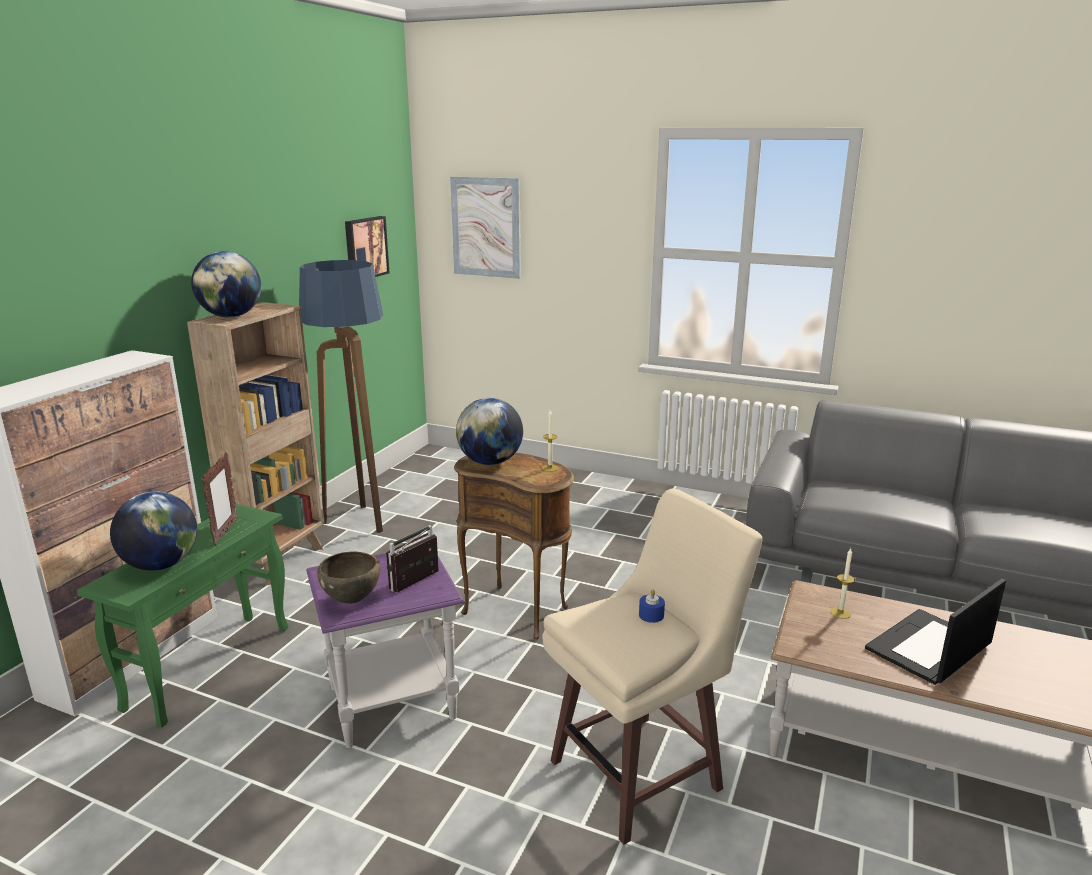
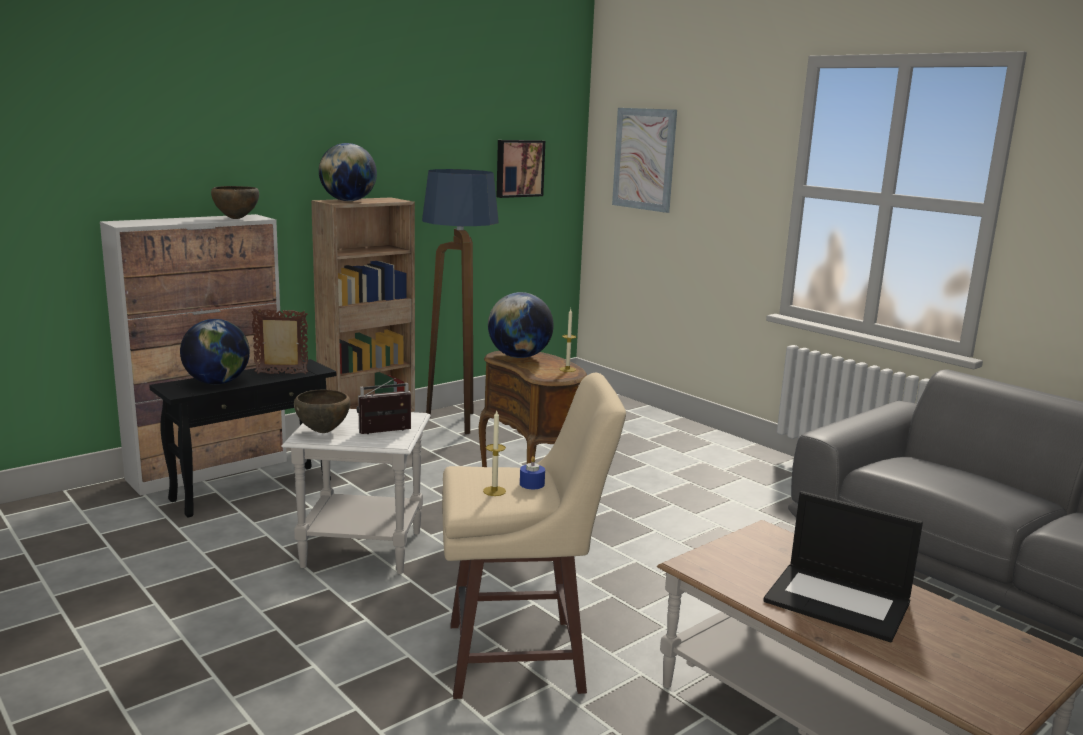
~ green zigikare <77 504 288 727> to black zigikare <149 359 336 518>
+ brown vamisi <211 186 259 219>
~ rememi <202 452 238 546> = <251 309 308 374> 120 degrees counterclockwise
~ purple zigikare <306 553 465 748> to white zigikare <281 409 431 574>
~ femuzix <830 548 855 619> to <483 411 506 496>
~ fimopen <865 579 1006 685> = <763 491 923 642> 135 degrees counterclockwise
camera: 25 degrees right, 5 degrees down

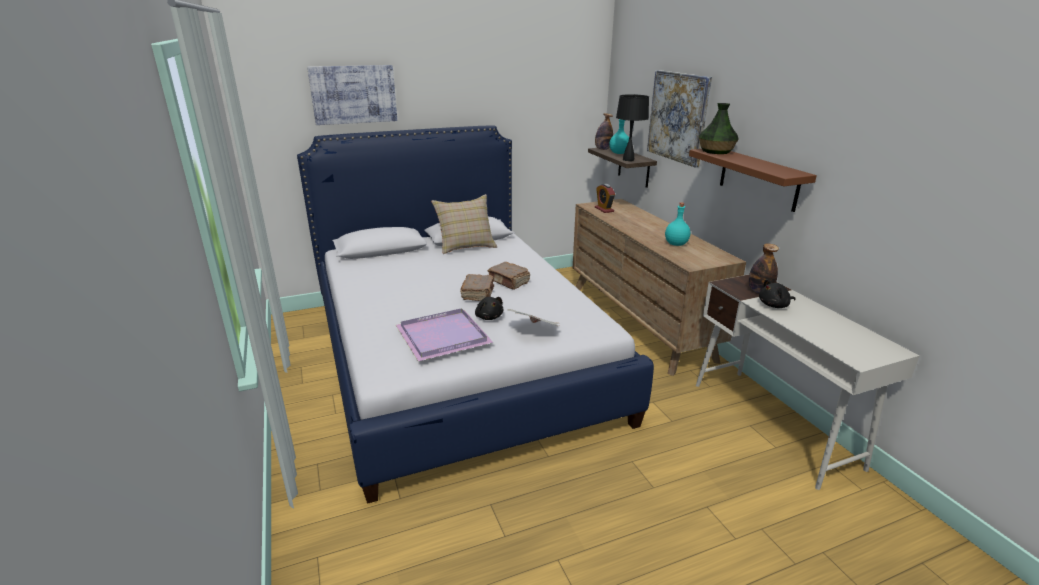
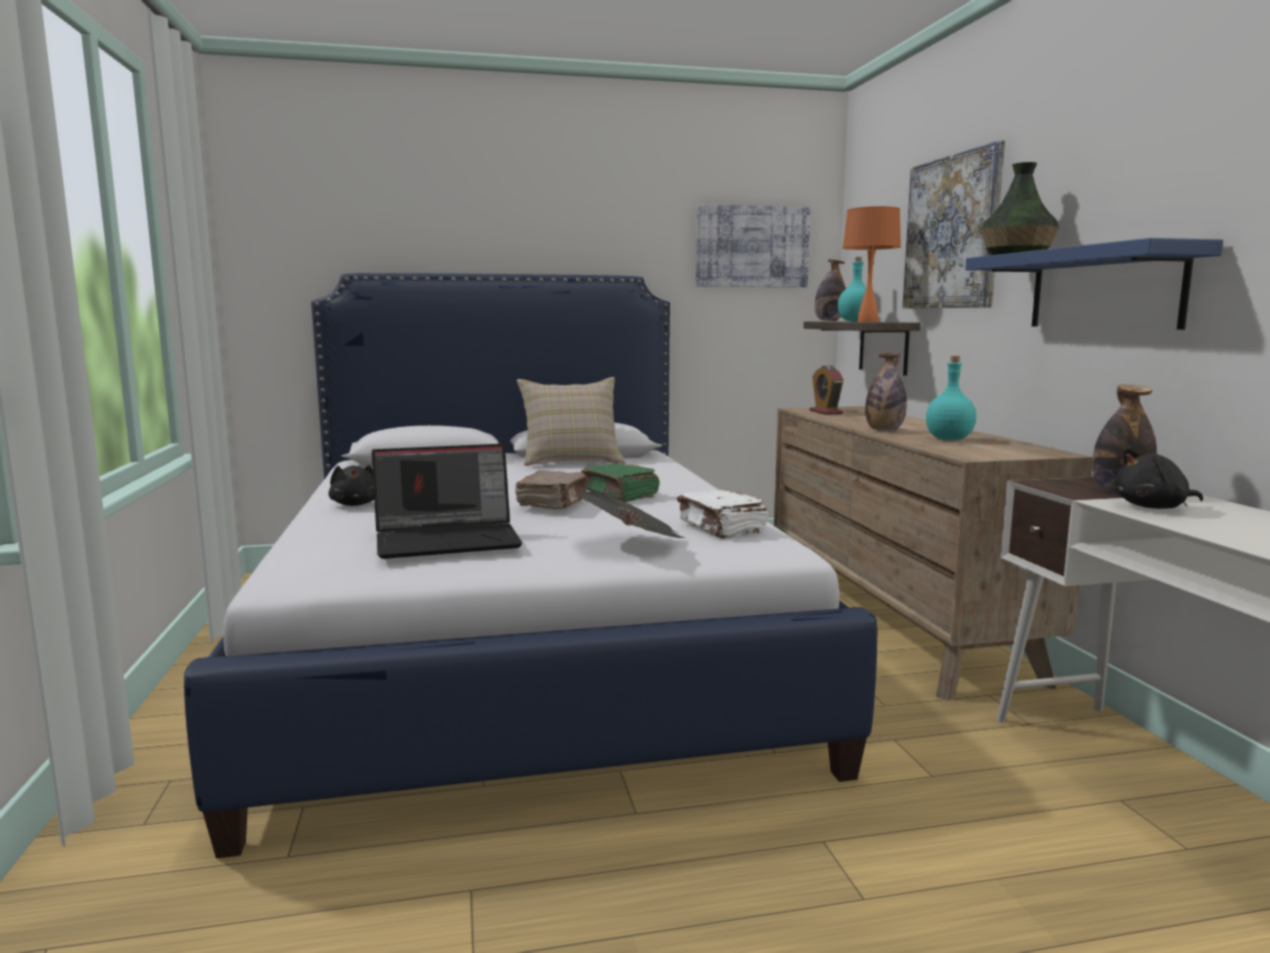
~ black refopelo <475 297 504 320> to <329 465 374 506>
~ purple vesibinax <396 308 493 361> to fimopen <372 444 523 559>
~ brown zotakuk <487 262 530 290> to green zotakuk <581 463 660 502>
+ white zotakuk <677 489 768 539>
~ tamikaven <307 65 397 125> to <696 204 811 287>
~ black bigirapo <616 94 649 161> to orange bigirapo <843 206 901 322>
+ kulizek <865 353 907 431>
~ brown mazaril <689 149 817 212> to blue mazaril <965 238 1223 330>
camera: 10 degrees right, 15 degrees down

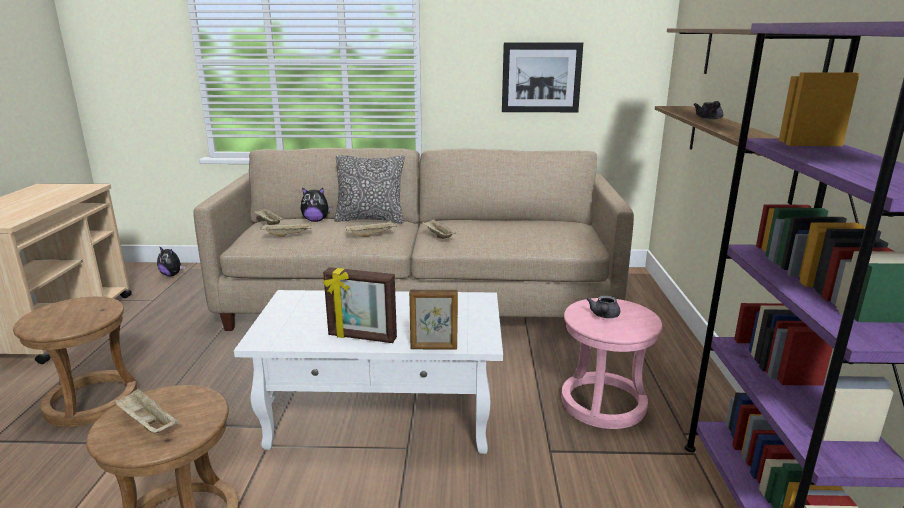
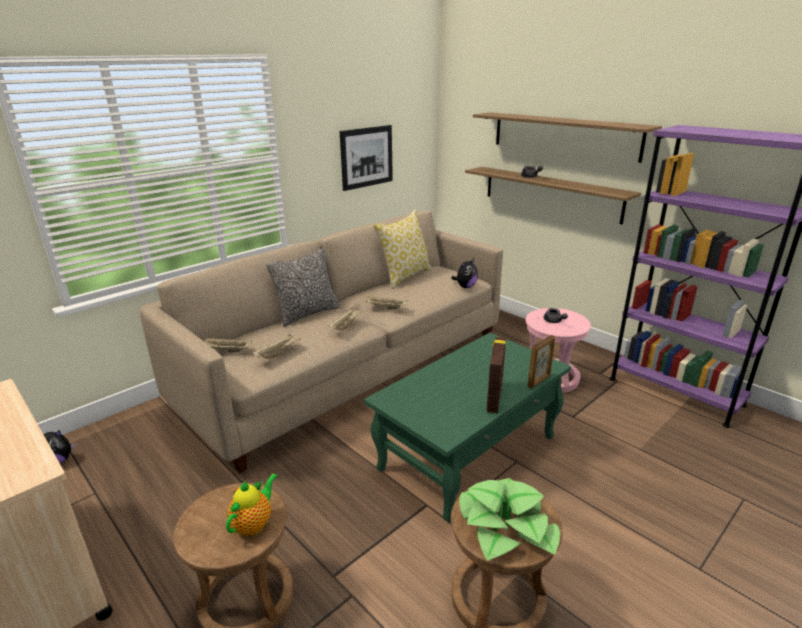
+ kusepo <226 474 278 536>
~ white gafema <234 290 503 454> to green gafema <364 333 571 522>
+ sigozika <373 209 432 289>
~ refopelo <301 188 332 222> to <451 258 478 288>
~ beige vesibinax <114 388 178 433> to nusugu <459 478 560 561>
~ rememi <323 267 397 343> = <487 337 506 413> 135 degrees clockwise
camera: 45 degrees left, 5 degrees up

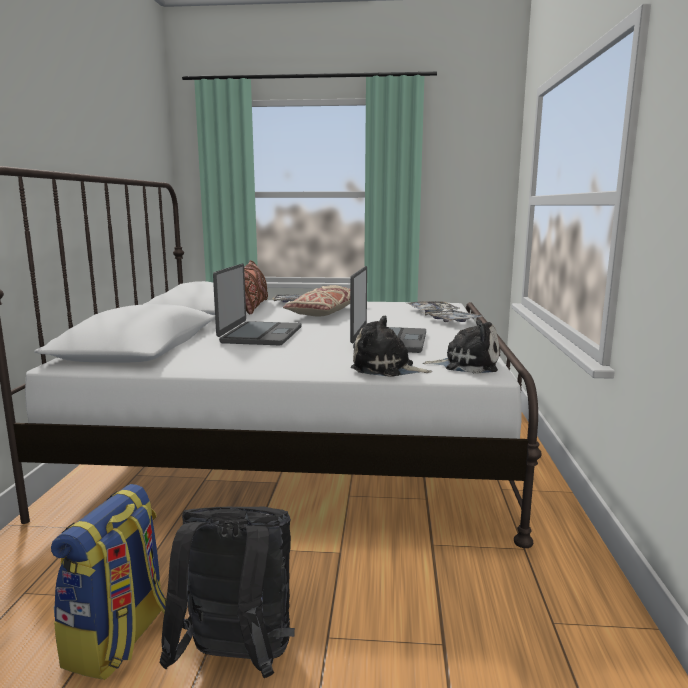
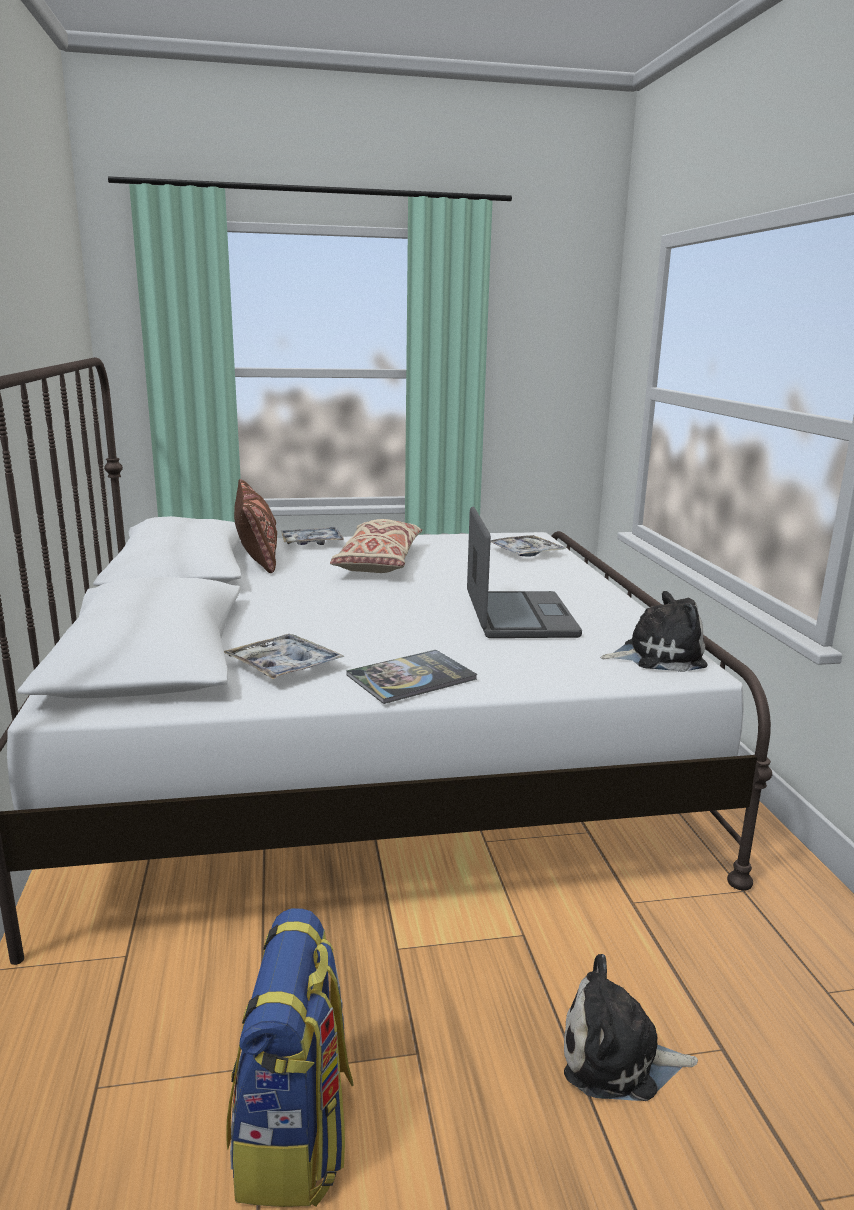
~ vesibinax <425 310 484 322> to <224 634 345 679>
+ zotakuk <346 650 477 704>
~ refopelo <351 315 432 377> to <564 954 698 1101>
- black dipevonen <160 506 295 678>
- fimopen <213 263 302 345>
camera: 15 degrees left, 5 degrees up

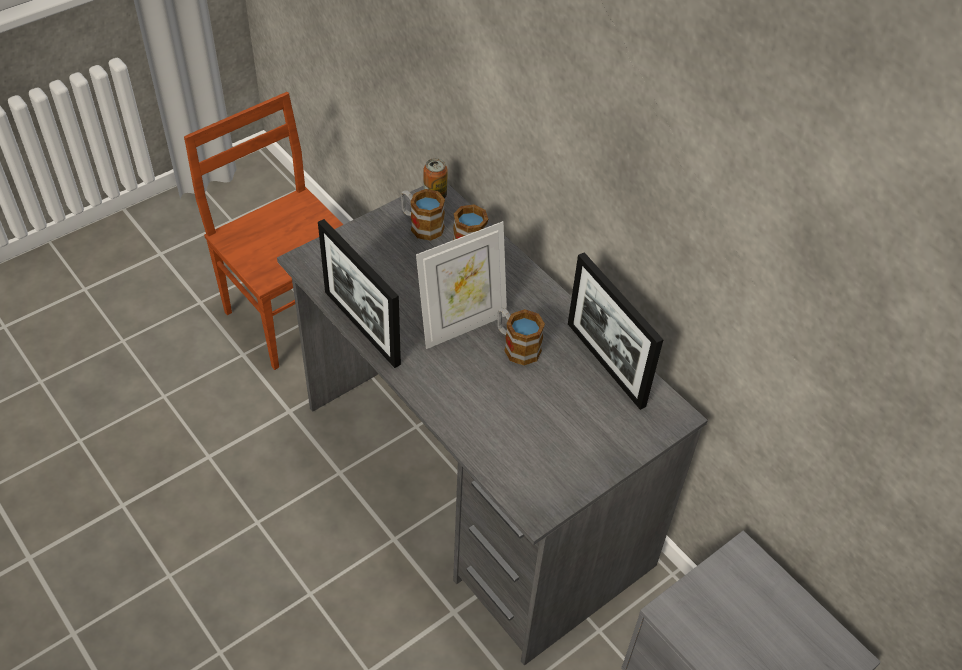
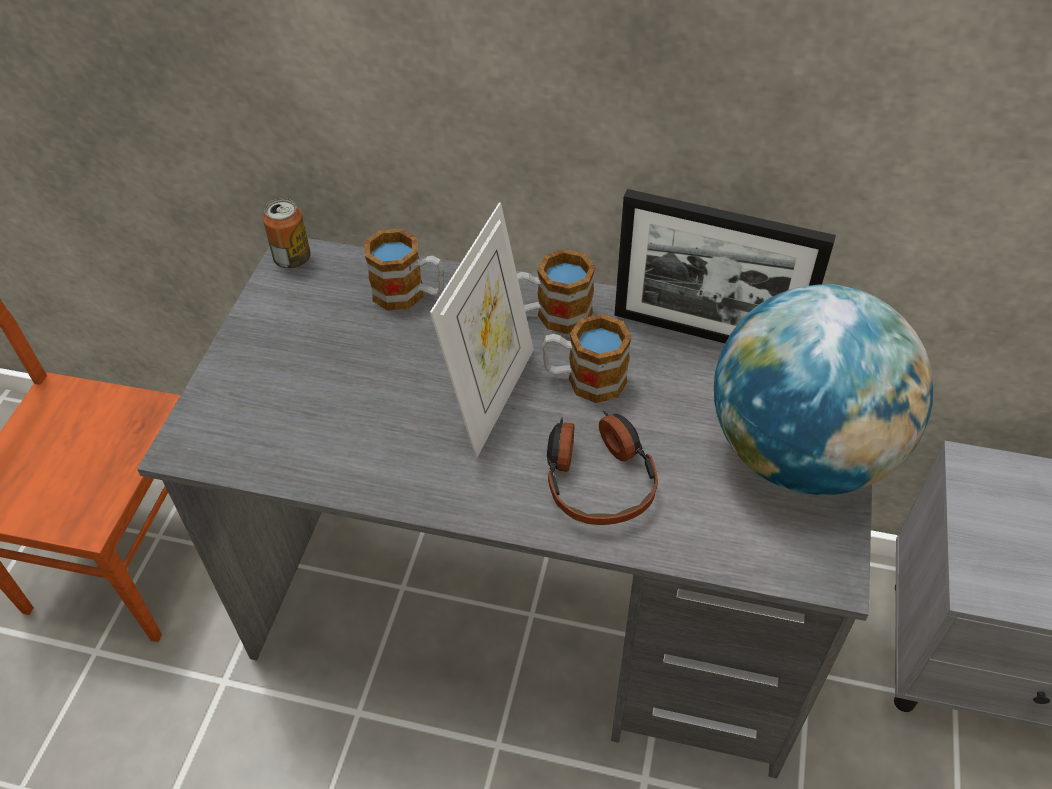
~ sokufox <401 189 445 241> to <517 249 595 334>
+ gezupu <547 410 658 525>
+ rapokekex <714 284 934 495>
- rememi <318 219 401 368>
camera: 35 degrees left, 0 degrees up

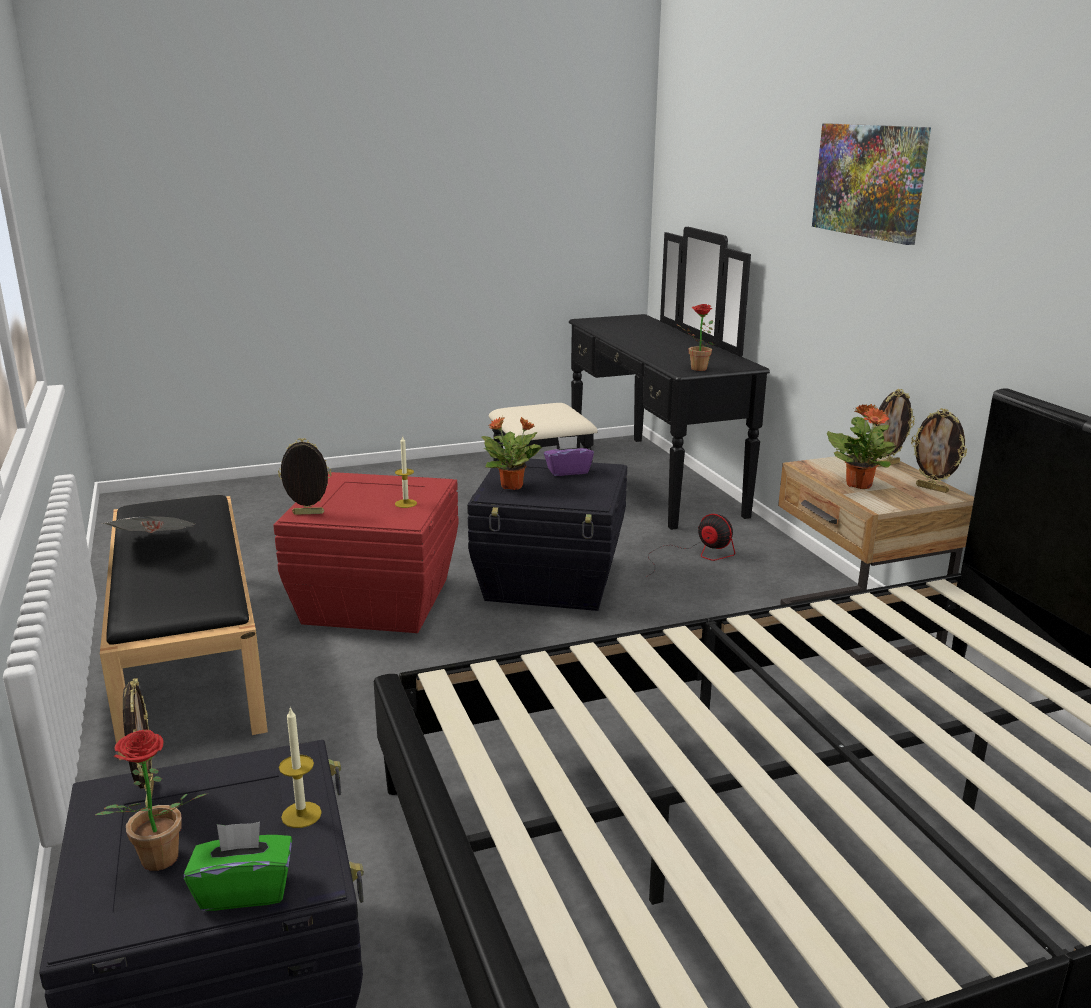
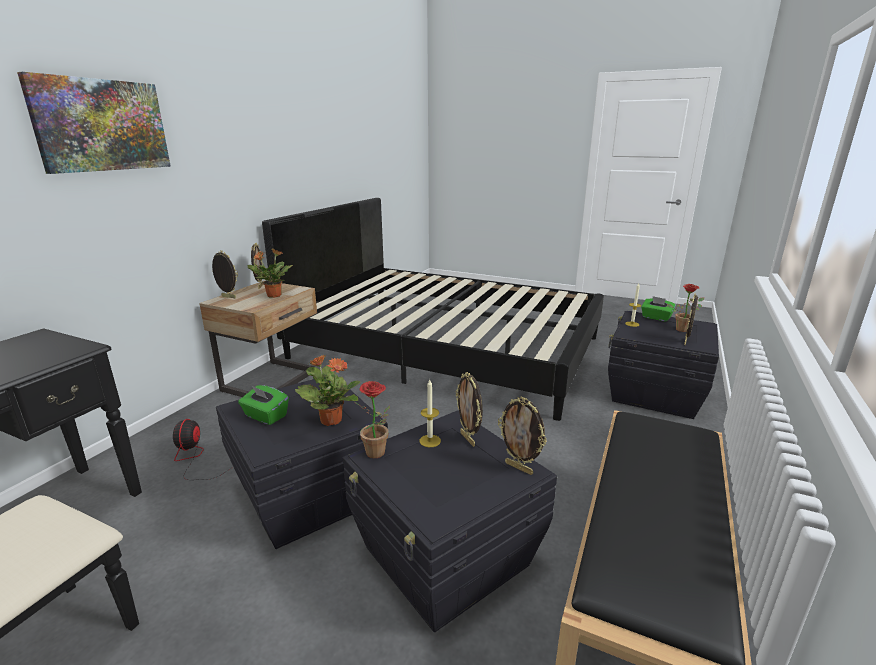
~ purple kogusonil <544 436 594 476> to green kogusonil <238 385 289 425>
~ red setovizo <273 472 459 633> to black setovizo <343 410 557 632>
~ nusugu <676 304 714 371> to <355 381 390 458>
+ rememi <456 372 483 447>
- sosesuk <101 516 196 533>
camera: 135 degrees left, 0 degrees up

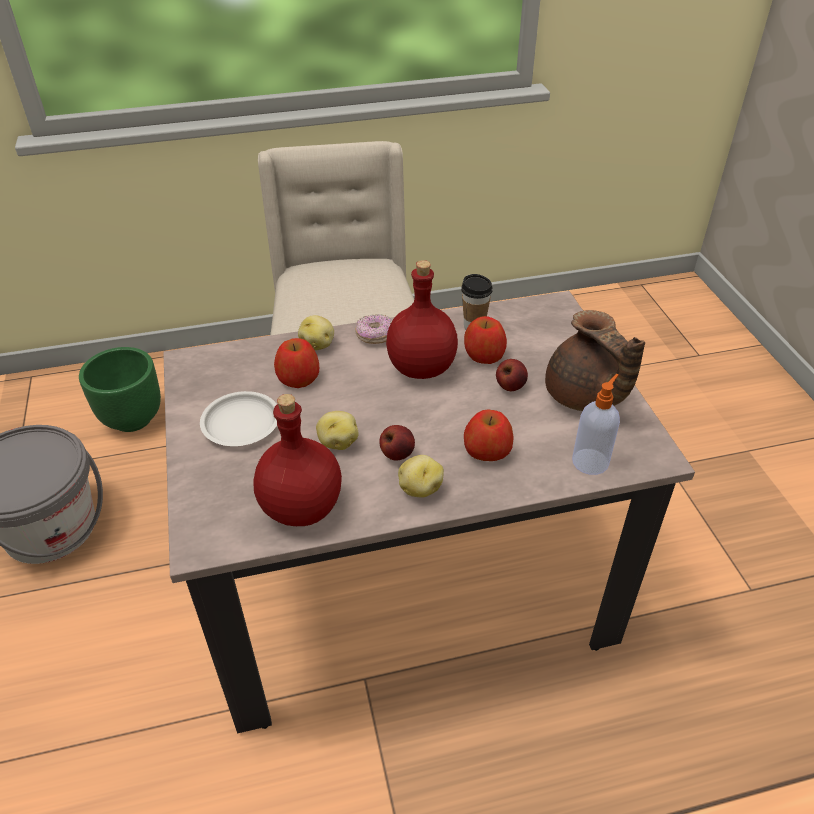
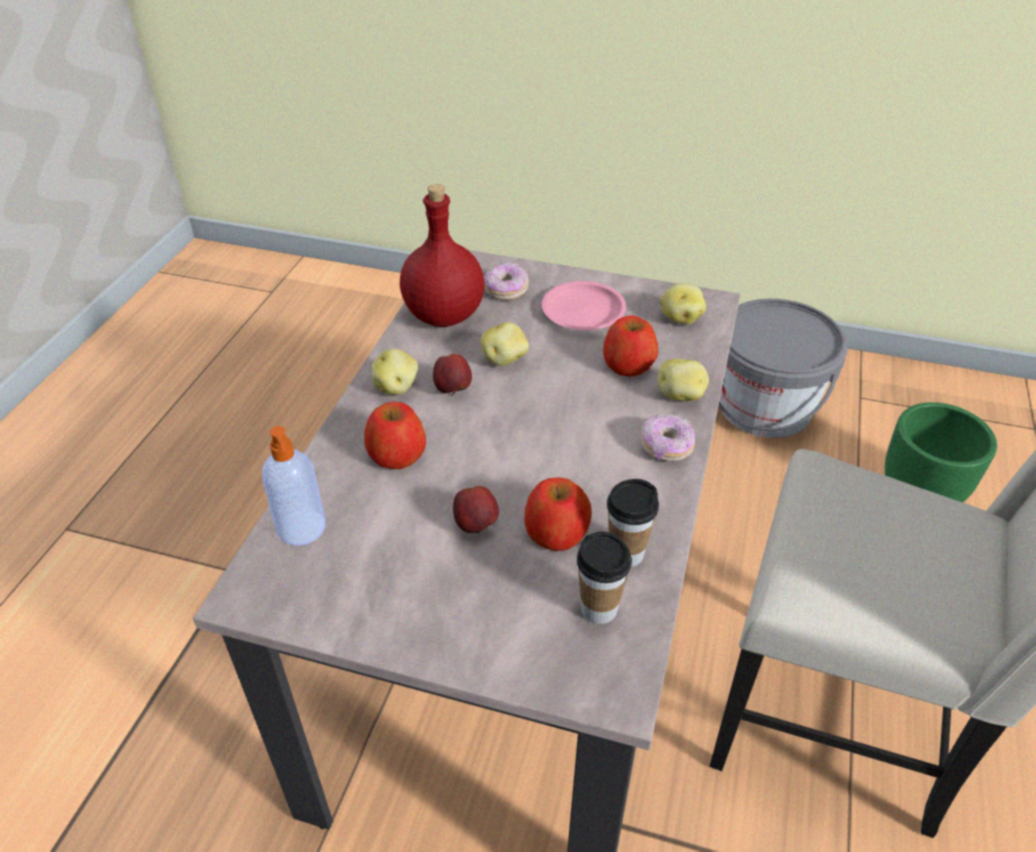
+ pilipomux <484 262 529 301>
~ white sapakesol <200 391 277 446> to pink sapakesol <542 281 626 330>
+ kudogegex <577 531 632 624>
+ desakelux <660 283 706 324>
- red kulizek <386 260 458 379>
- brown kusepo <545 310 645 411>
camera: 120 degrees right, 0 degrees up

